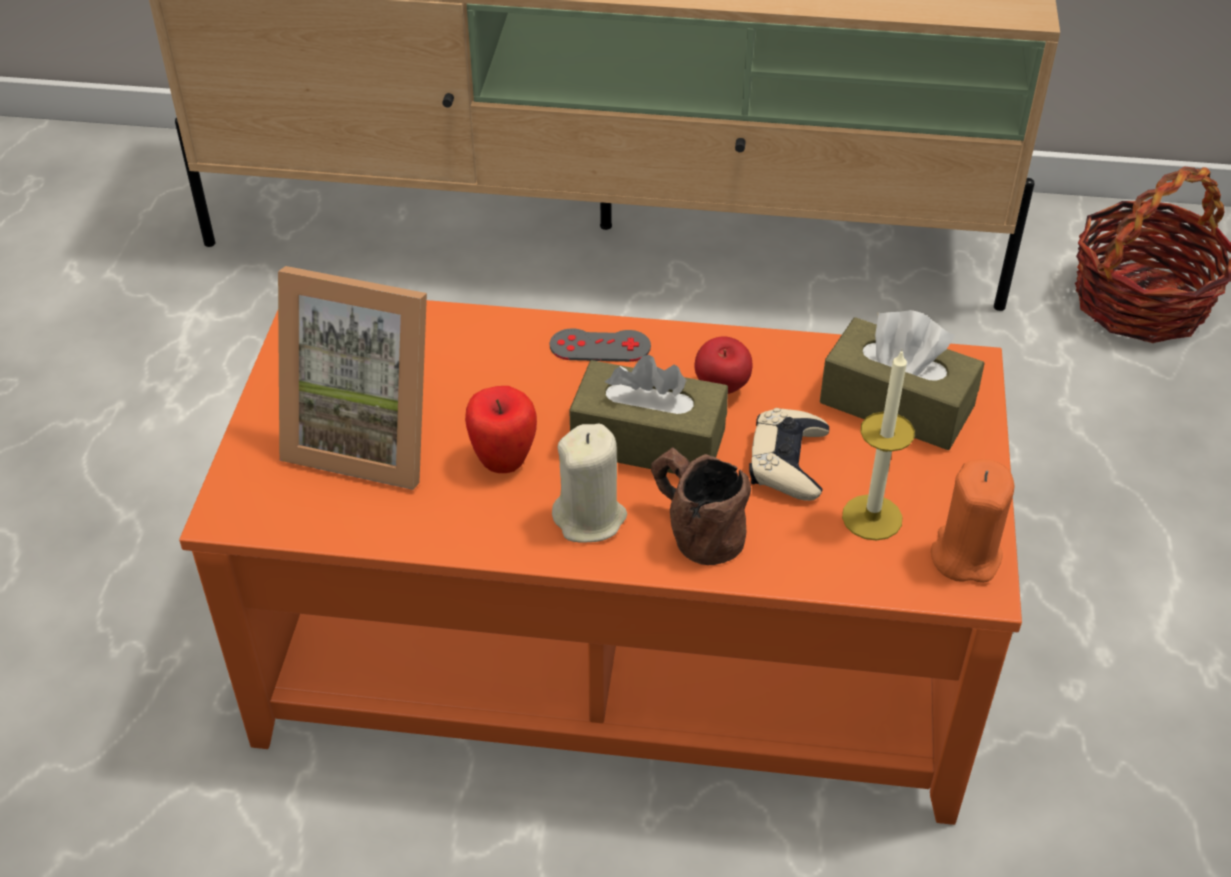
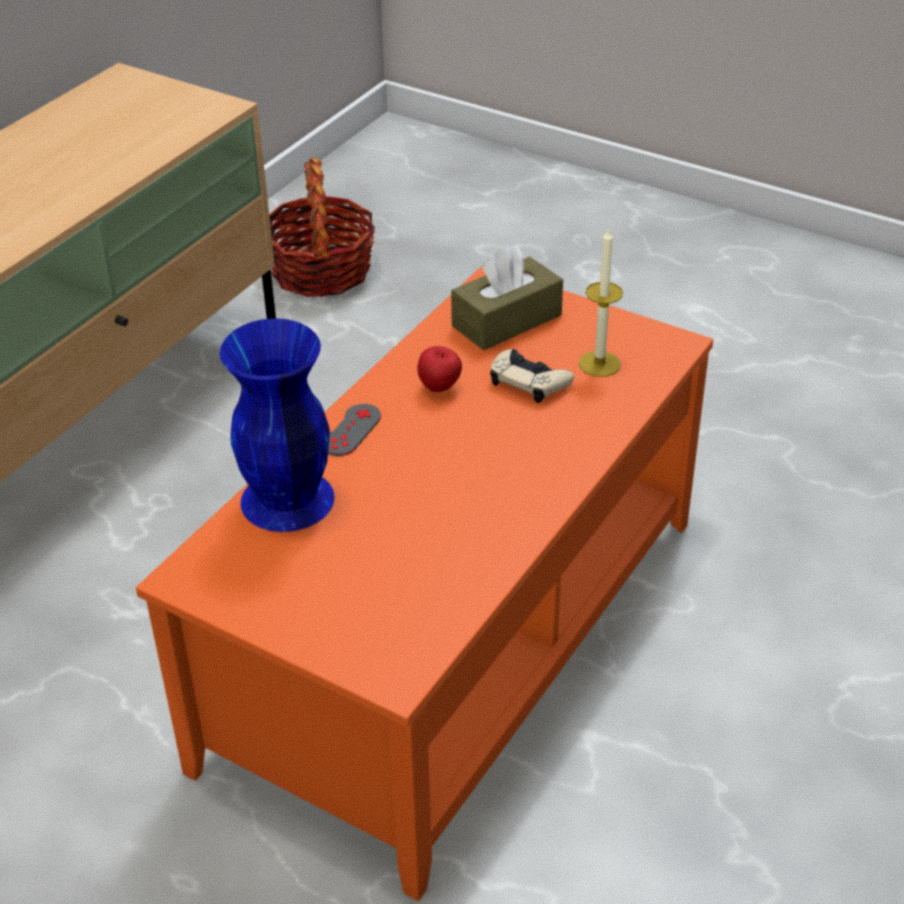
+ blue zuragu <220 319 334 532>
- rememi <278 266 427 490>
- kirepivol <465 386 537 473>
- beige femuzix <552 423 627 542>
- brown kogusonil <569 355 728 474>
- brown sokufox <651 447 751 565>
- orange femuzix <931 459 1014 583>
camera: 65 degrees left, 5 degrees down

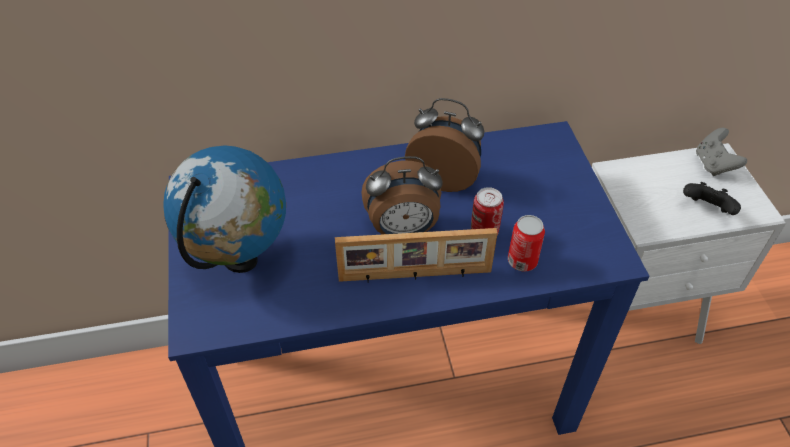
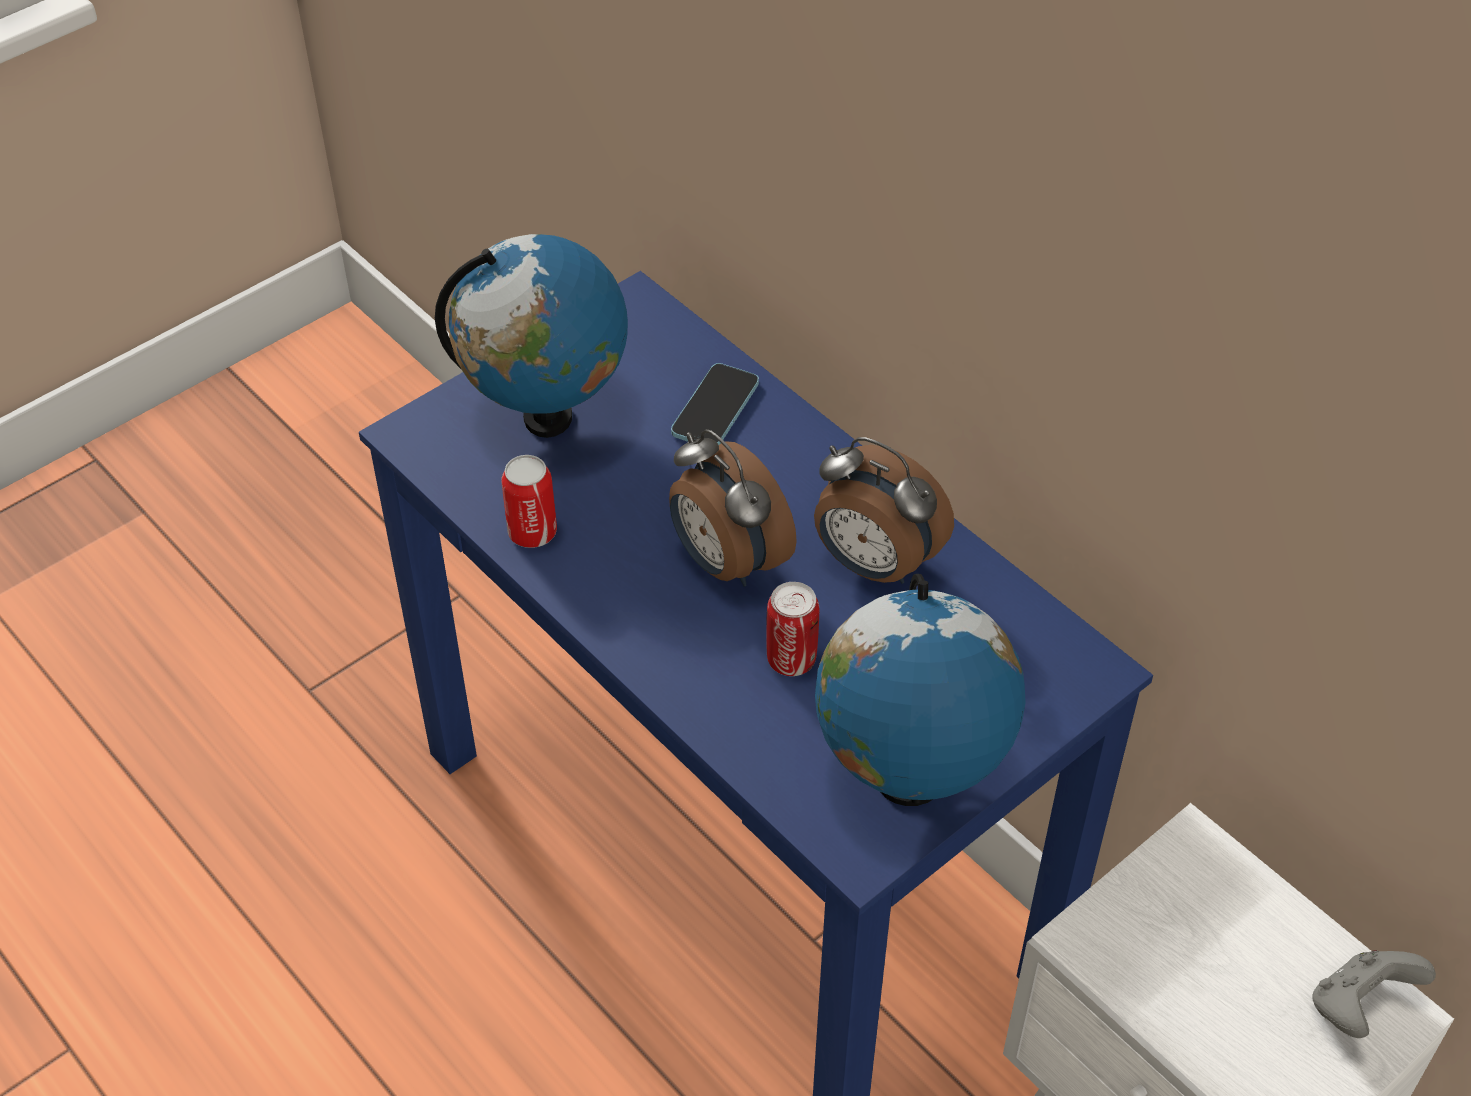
~ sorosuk <508 215 545 272> to <501 455 557 548>
+ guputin <671 363 759 445>
~ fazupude <405 98 485 192> = <814 437 954 584> 135 degrees clockwise
+ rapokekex <815 574 1026 806>
- rememi <335 228 498 282>
- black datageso <683 182 741 215>
camera: 60 degrees right, 0 degrees up

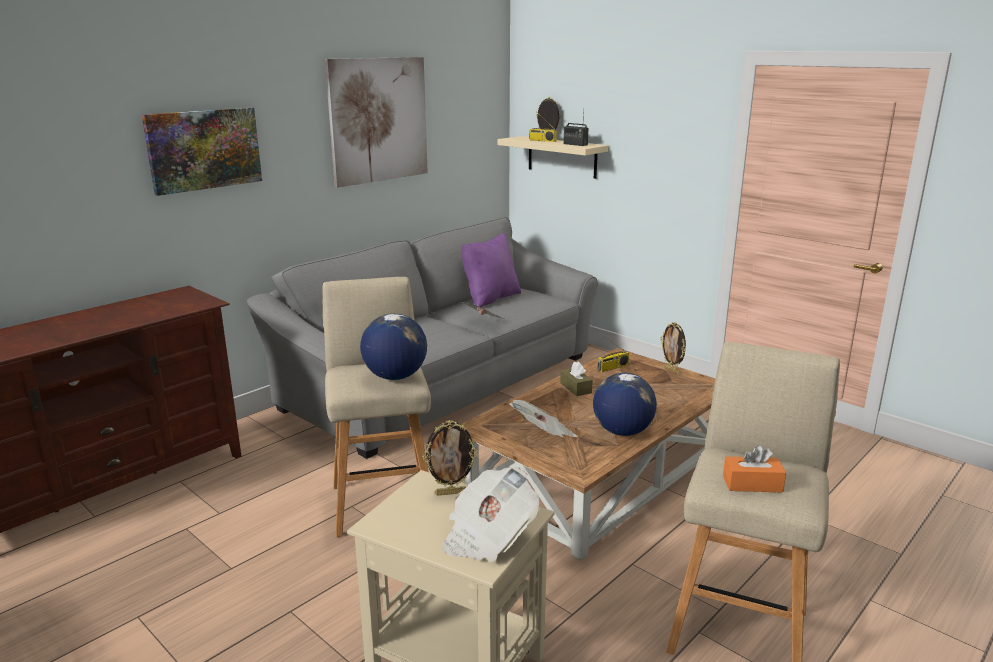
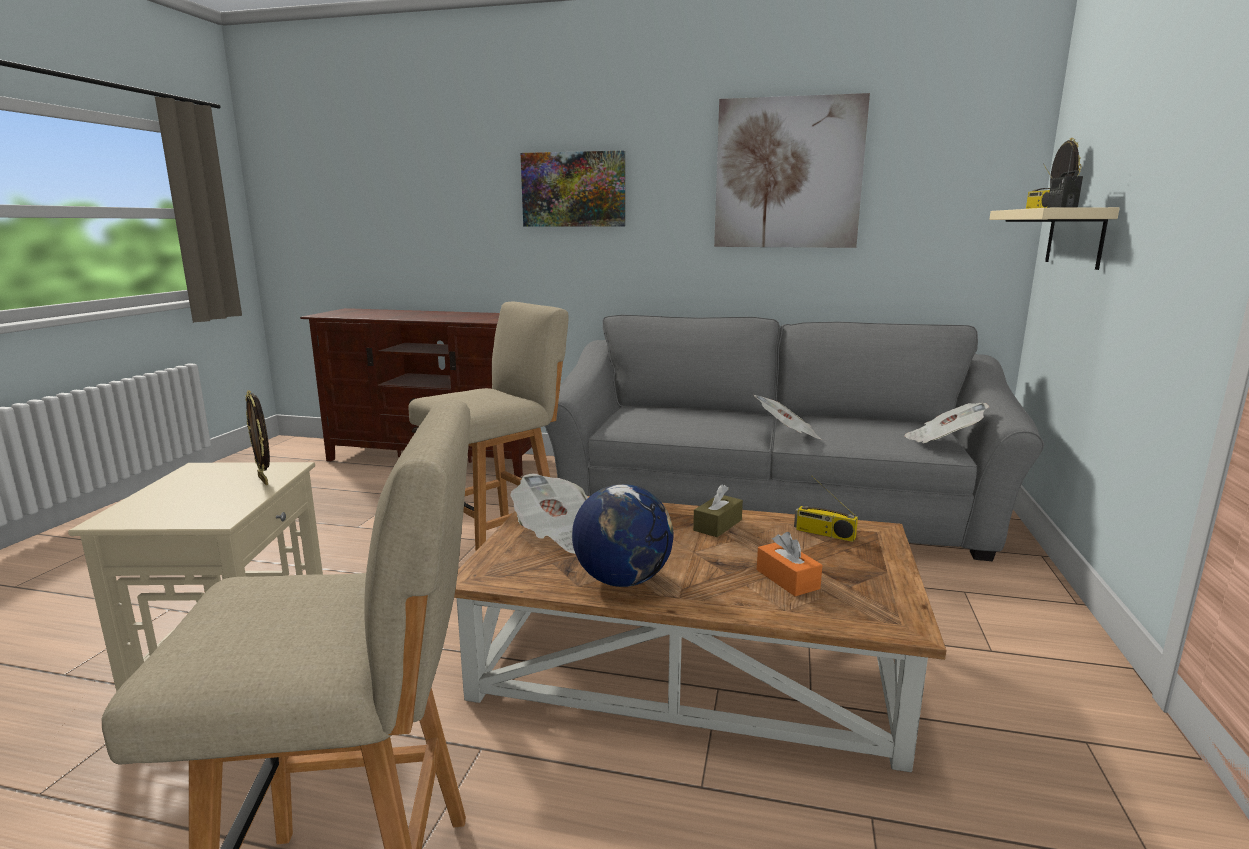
~ orange kogusonil <723 445 786 493> to <757 532 822 596>
~ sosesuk <442 467 539 562> to <905 403 989 443>
- rapokekex <360 314 427 380>
- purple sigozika <461 233 521 307>
- rememi <661 322 686 374>
camera: 60 degrees right, 5 degrees down

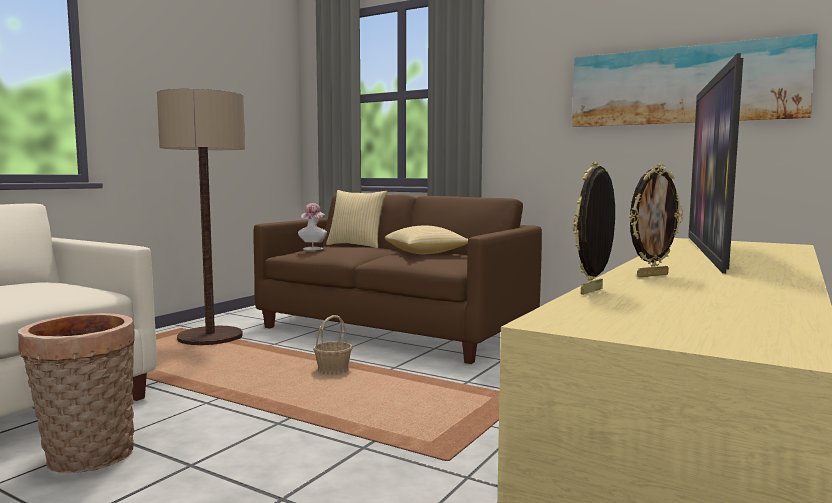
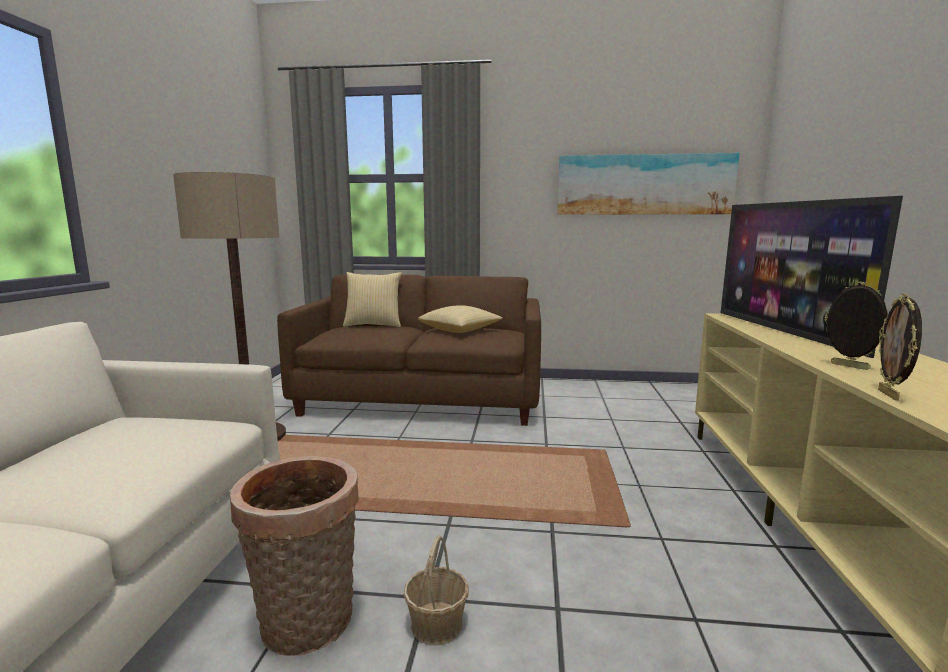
~ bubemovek <313 315 353 375> to <404 535 468 645>
~ rememi <629 164 683 277> = <824 282 889 370> 75 degrees counterclockwise
- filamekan <298 203 327 250>
camera: 25 degrees left, 5 degrees up

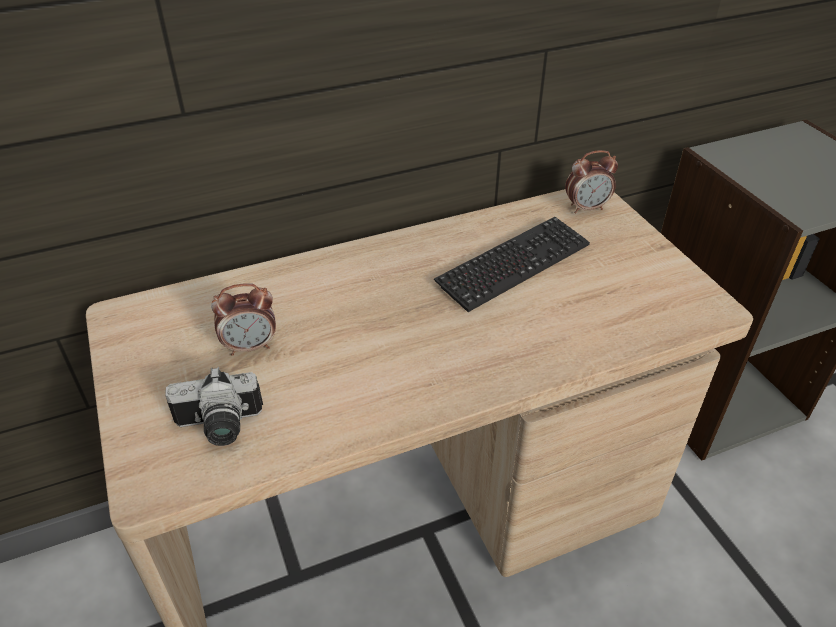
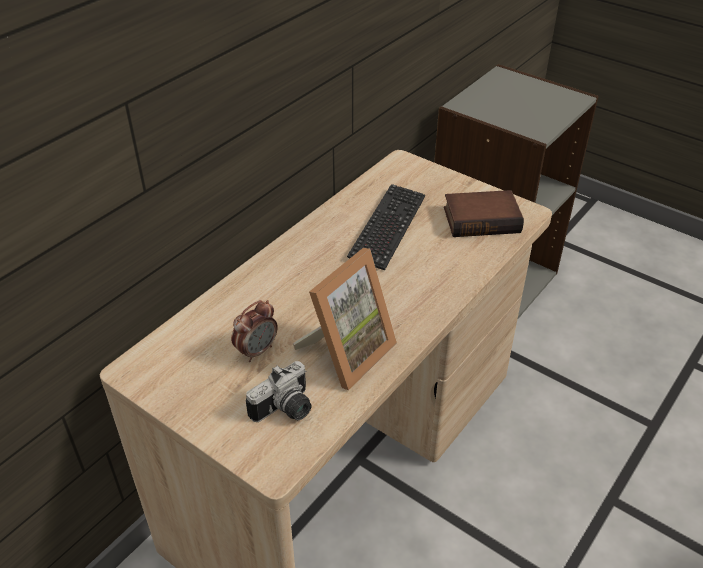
+ rememi <293 248 397 390>
+ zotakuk <444 190 524 237>
- fazupude <565 150 618 214>
camera: 30 degrees left, 0 degrees up

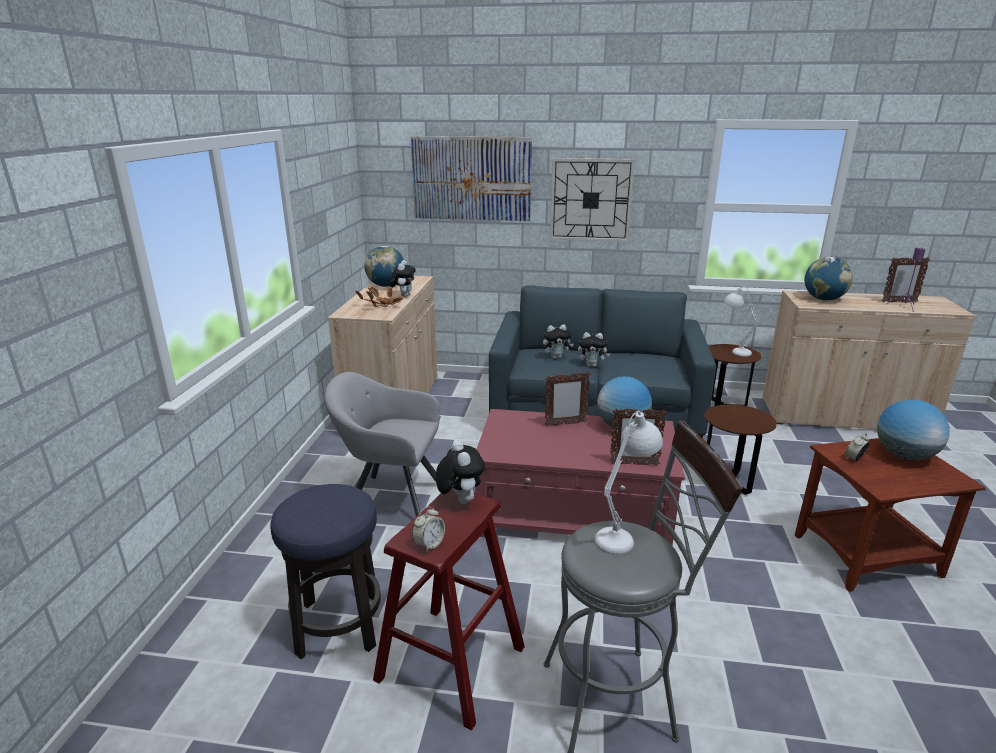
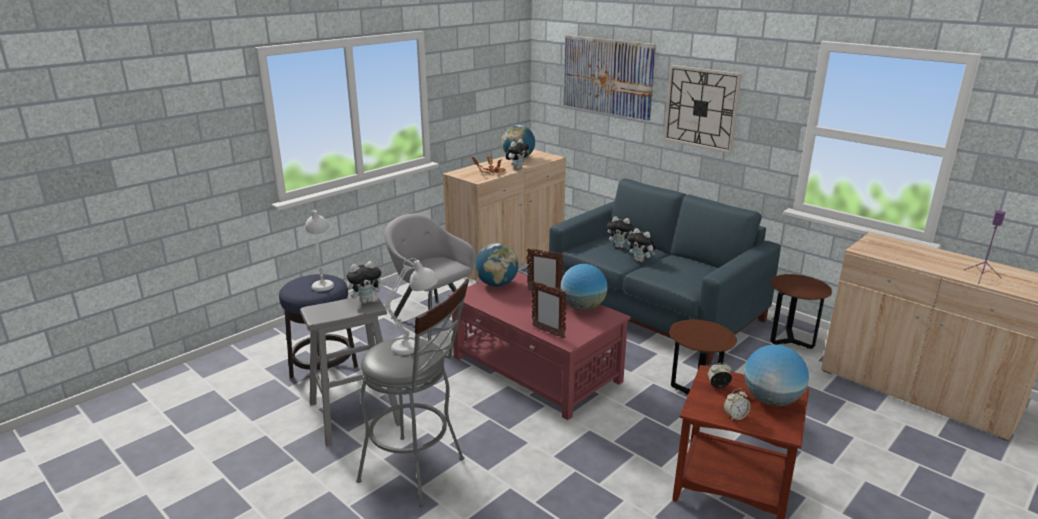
~ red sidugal <373 486 525 731> to grey sidugal <300 293 400 446>
~ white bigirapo <724 286 759 357> to <305 209 334 291>
~ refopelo <436 440 485 504> = <346 261 386 304> 45 degrees clockwise
~ rapokekex <804 257 853 300> to <475 243 519 287>
~ fazupude <412 506 445 552> to <724 388 750 420>
- rememi <882 257 930 303>
camera: 35 degrees right, 0 degrees up

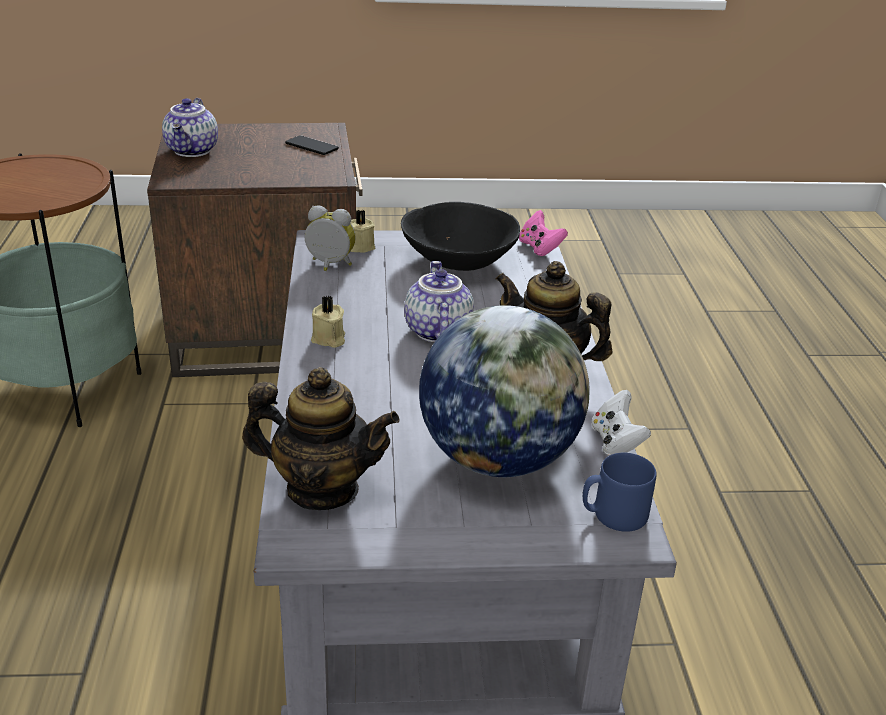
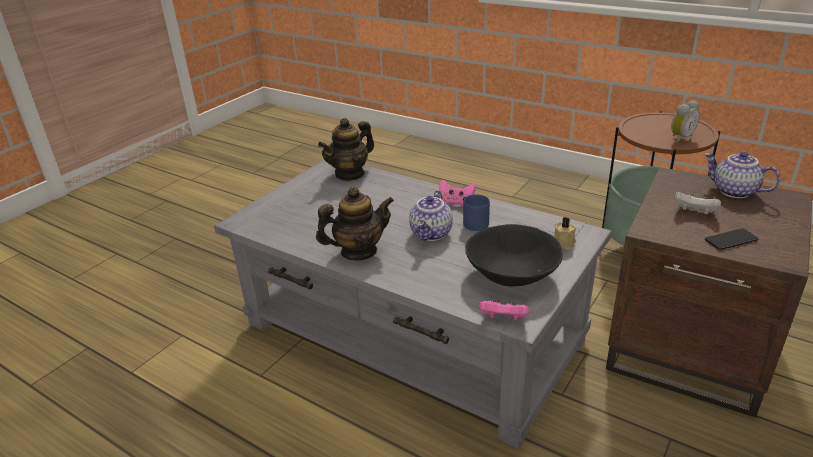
~ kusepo <404 261 474 342> = <409 190 453 241> 75 degrees clockwise
~ beige femuzix <311 296 345 348> to pink datageso <439 180 476 207>
~ blue sokufox <583 453 657 532> to <463 195 490 231>
~ fazupude <304 205 356 271> to <671 100 700 143>
~ white datageso <591 390 651 456> to <675 192 721 214>
- rapokekex <419 305 589 477>
camera: 130 degrees right, 0 degrees up

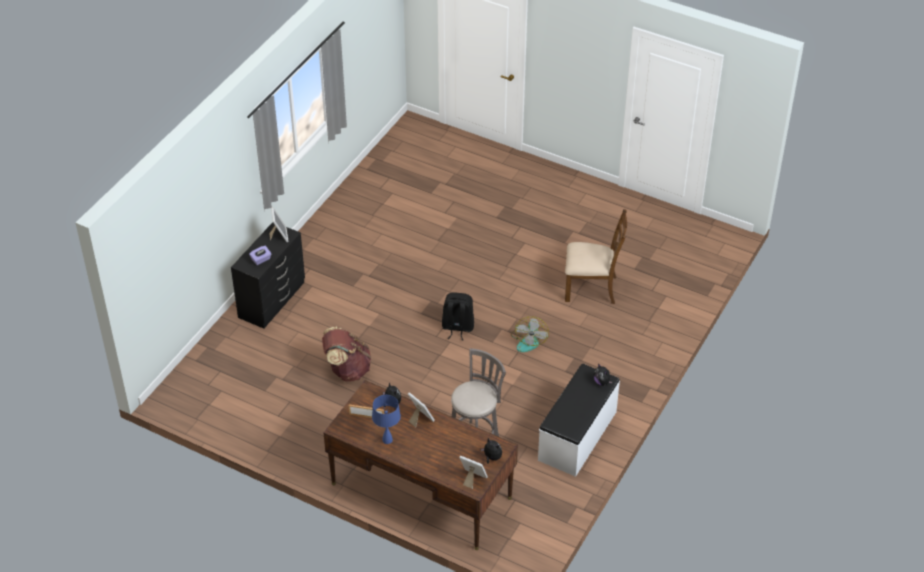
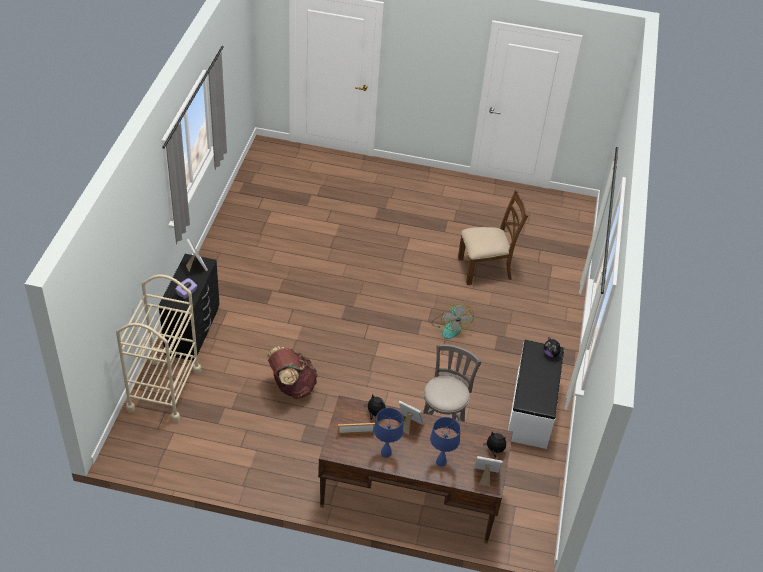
+ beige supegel <116 274 201 422>
+ blue bigirapo <430 417 461 467>
- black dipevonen <442 292 474 341>
camera: 20 degrees left, 0 degrees up

